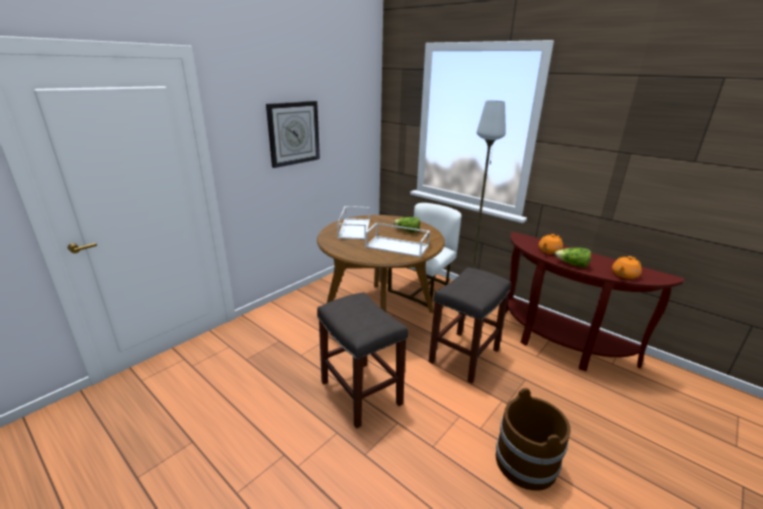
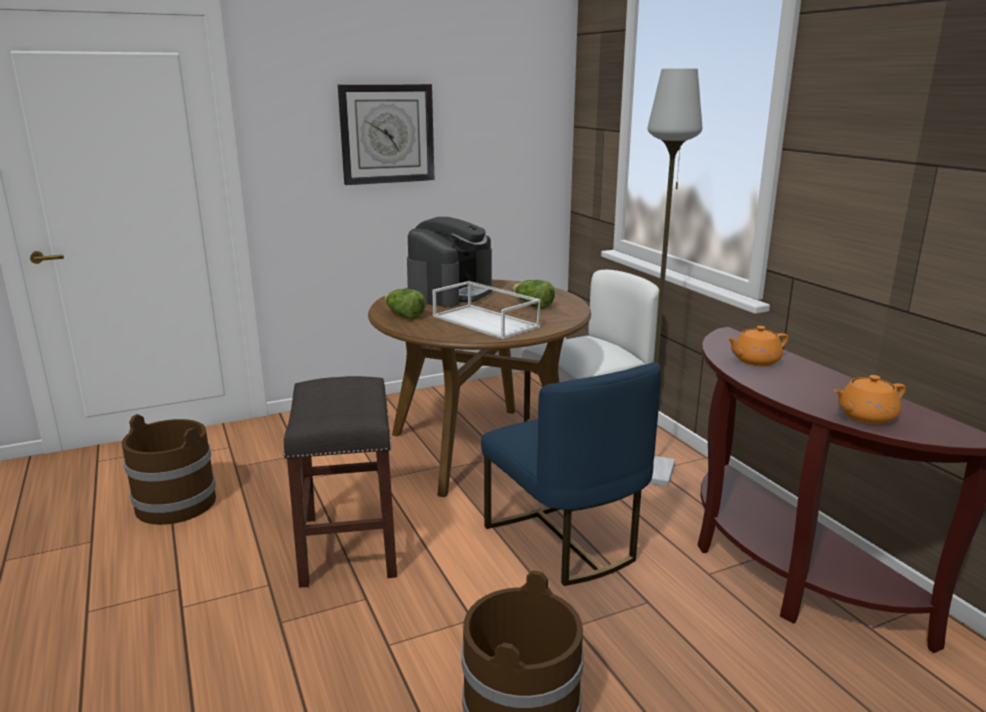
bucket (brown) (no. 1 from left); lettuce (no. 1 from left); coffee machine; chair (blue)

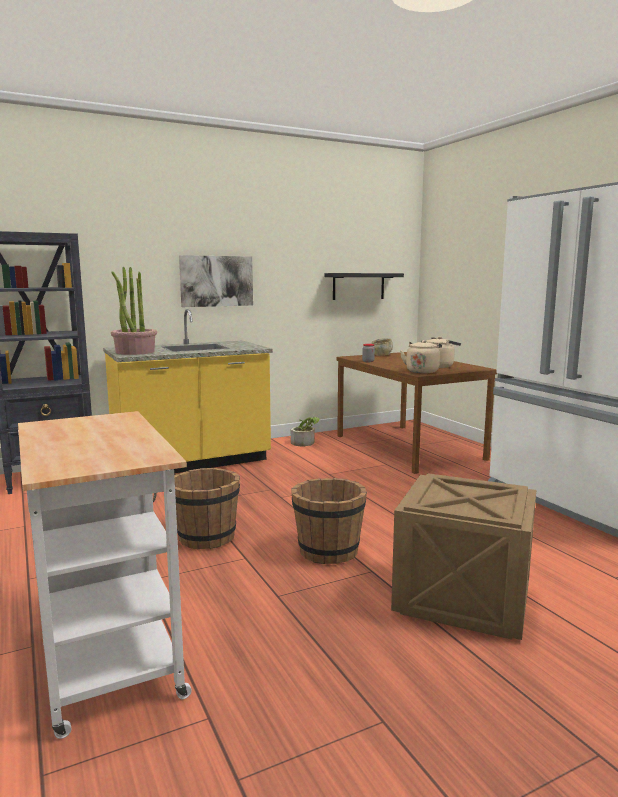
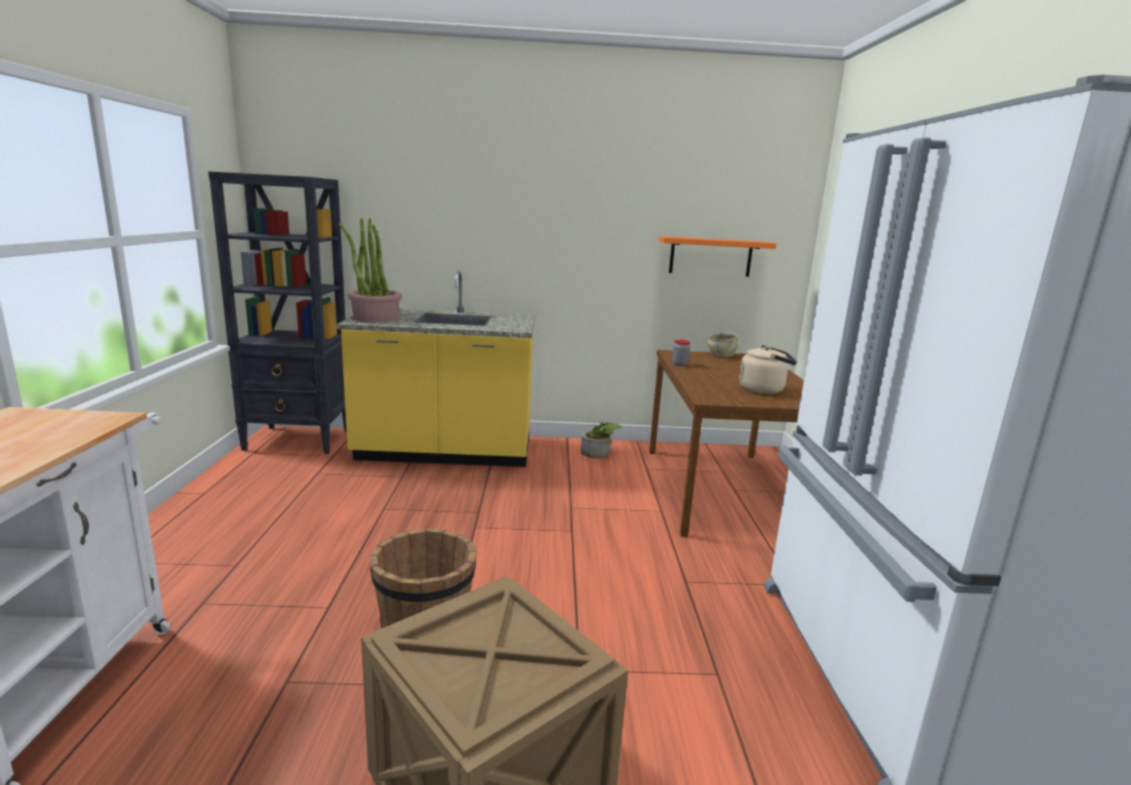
shelf (orange); bucket (brown) (no. 1 from left in the first image); picture; kettle (beige) (no. 1 from left in the first image)

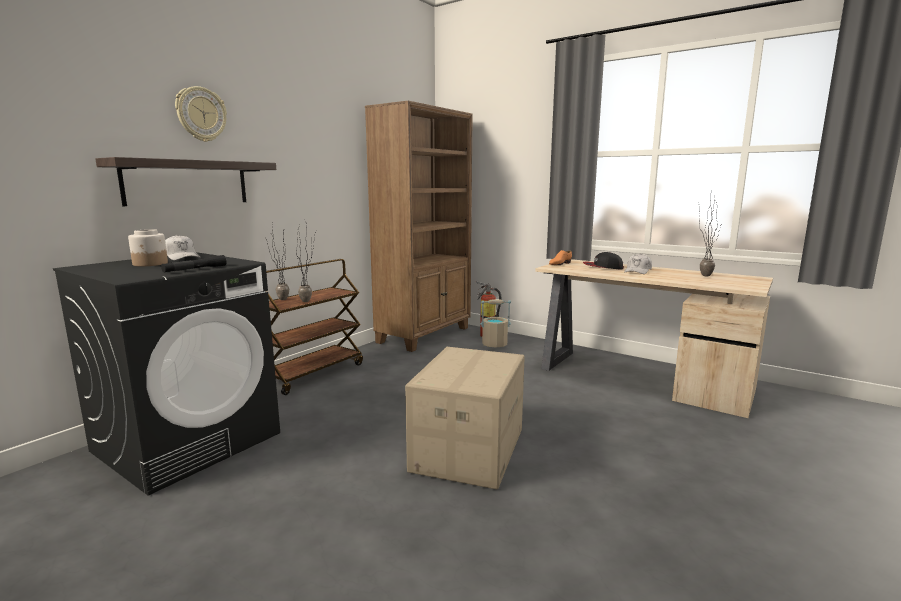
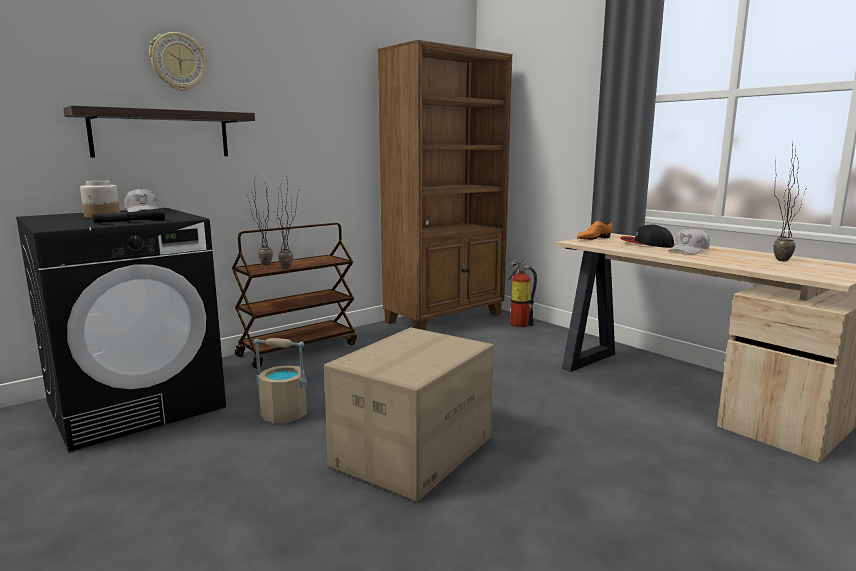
bucket (beige)

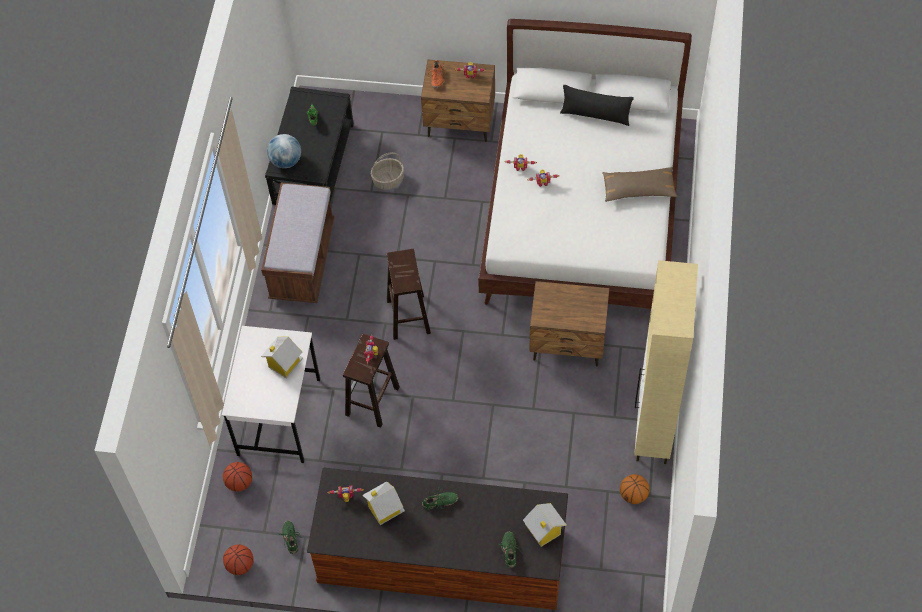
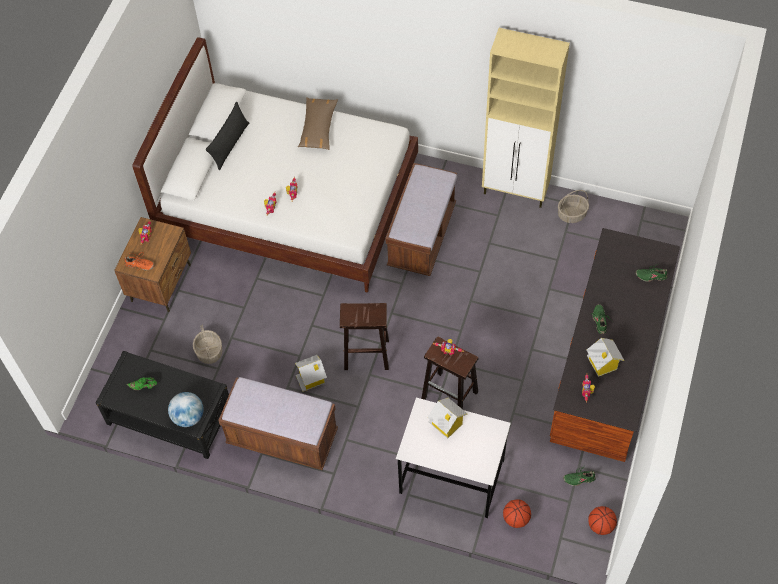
toy house (no. 1 from left); bench (brown) (no. 2 from left); basket (no. 2 from left)

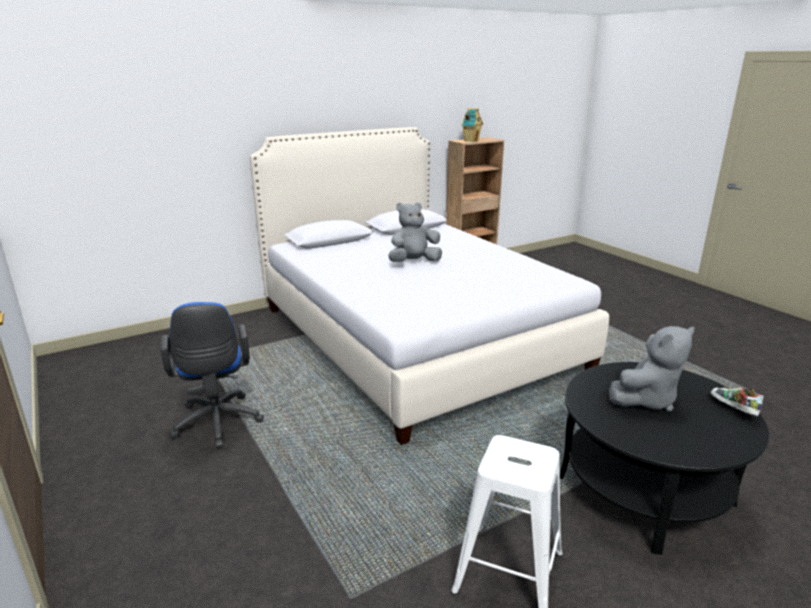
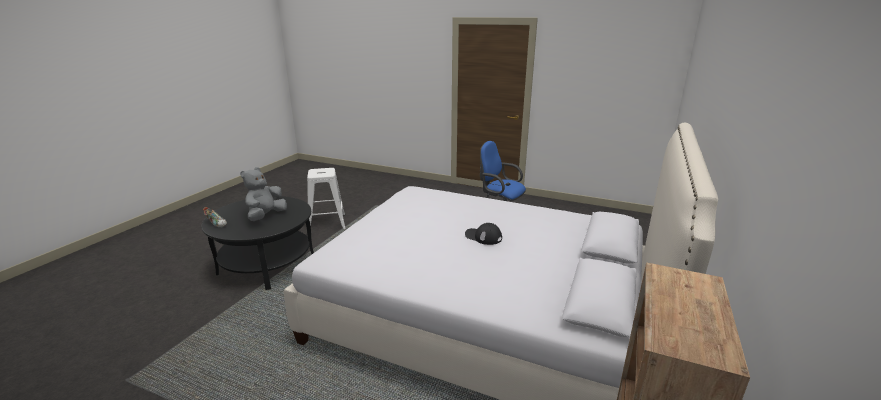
cap (black); toy house

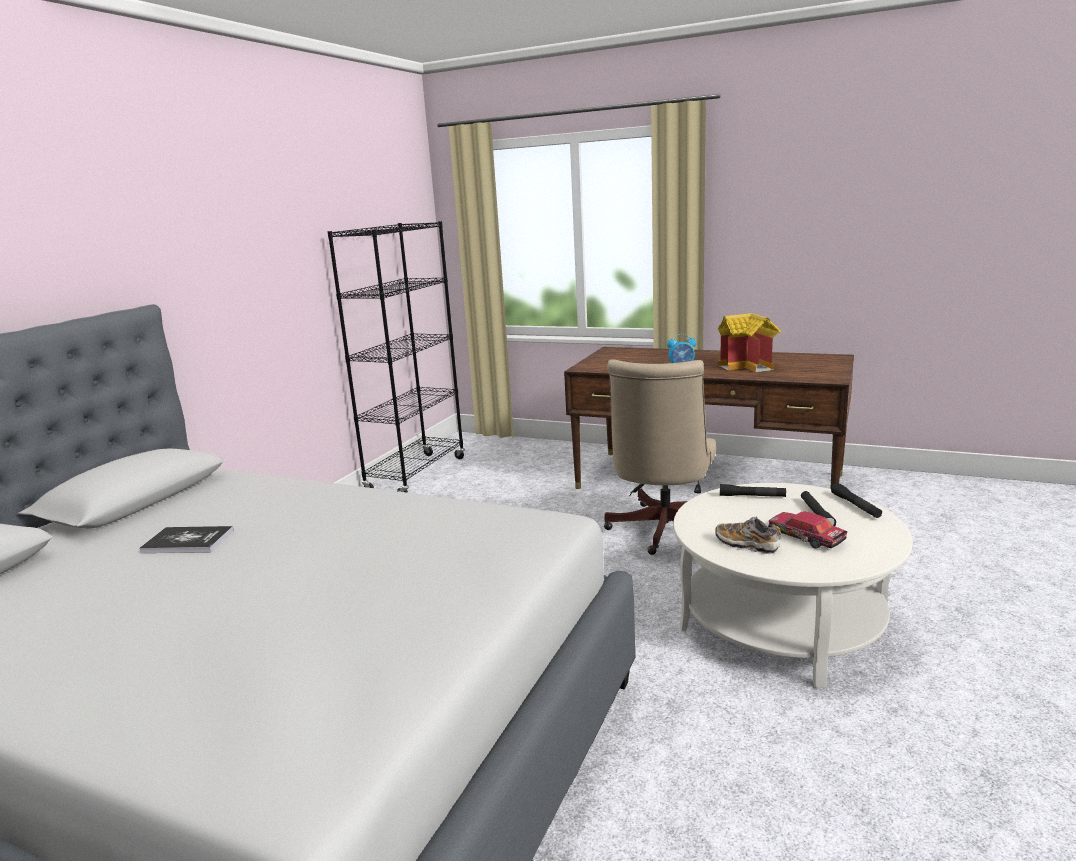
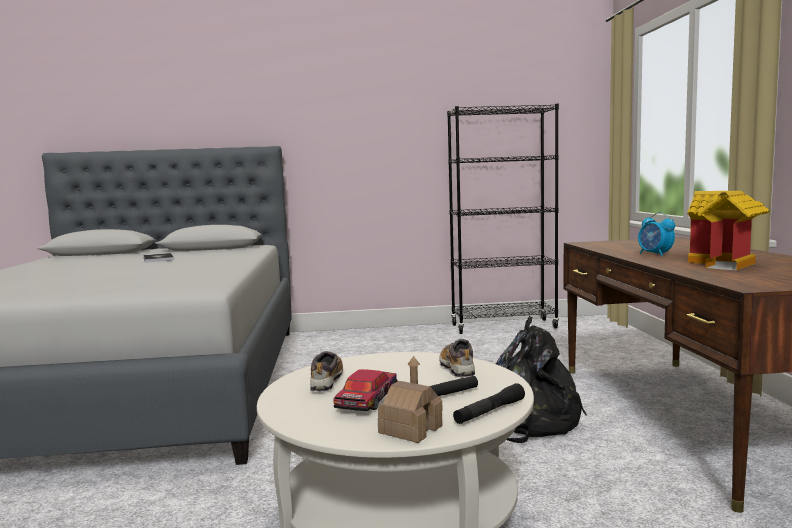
toy house (no. 1 from left); shoe (no. 2 from left); backpack (black)

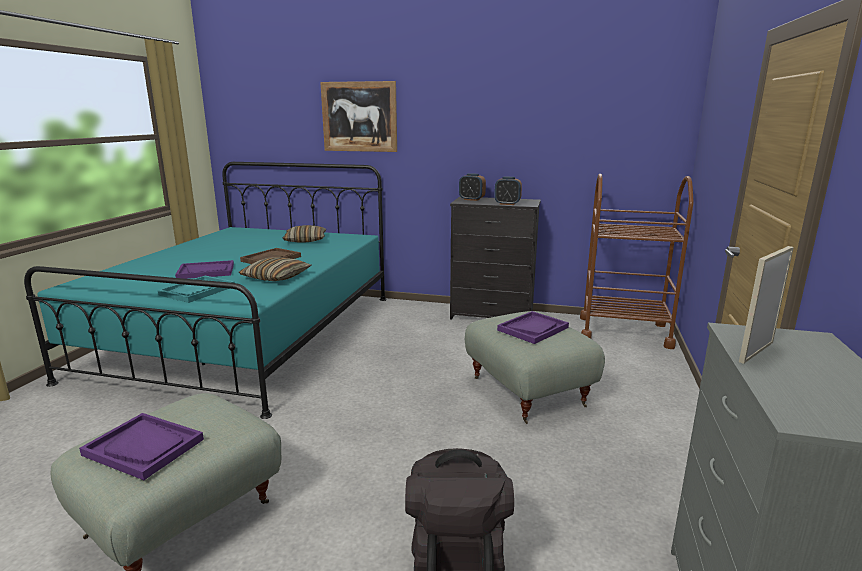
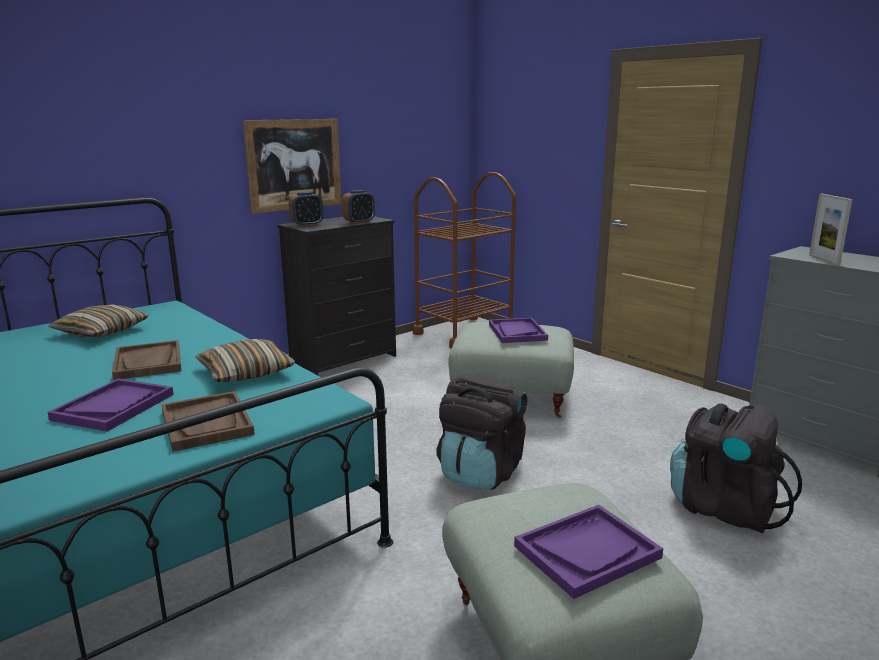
tray (brown) (no. 2 from left); picture; backpack (black) (no. 1 from left)

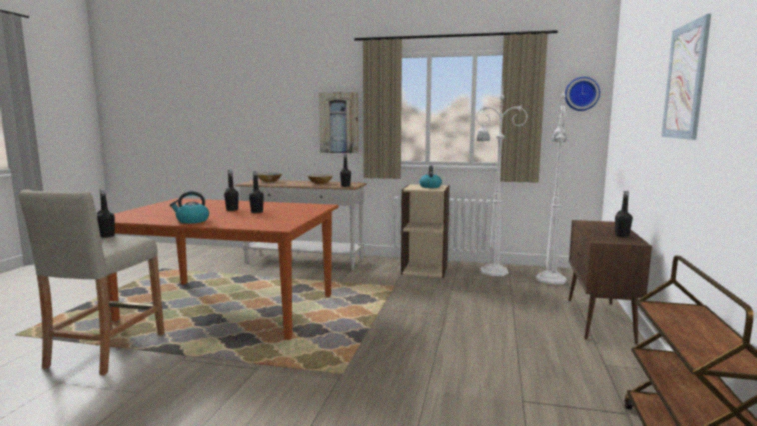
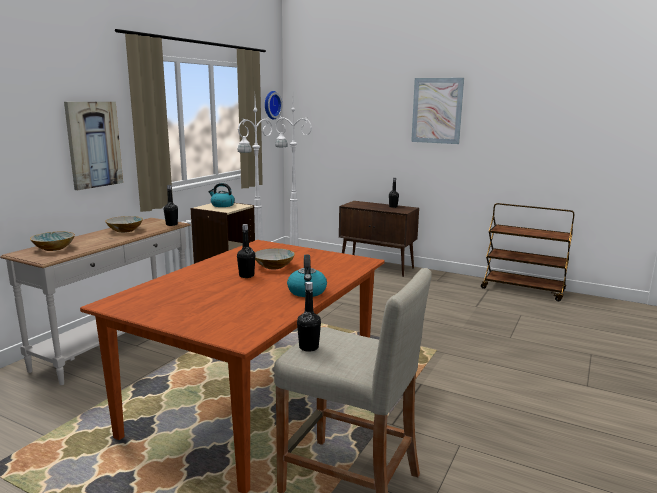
bowl (no. 3 from left)

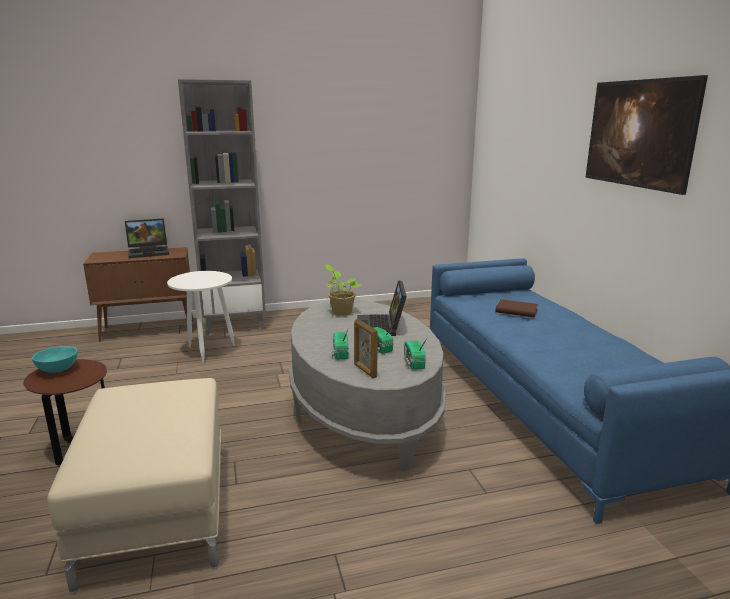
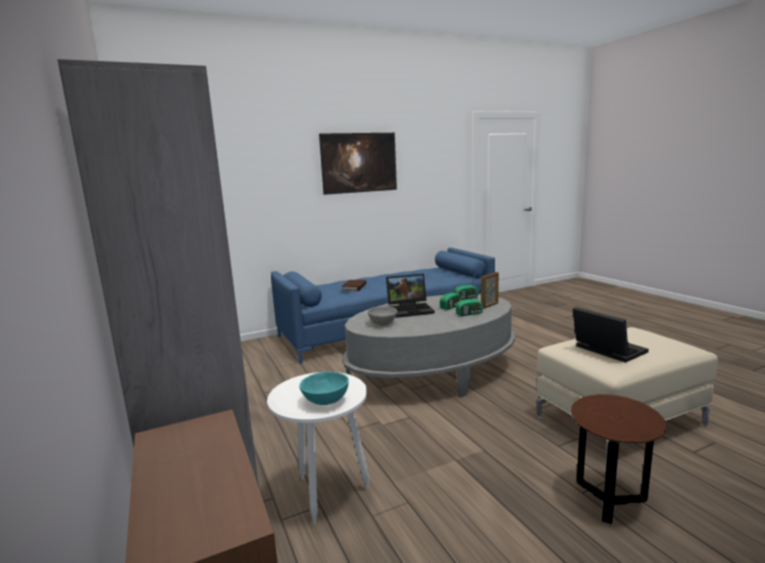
bowl (turquoise); bowl (grey); laptop (no. 2 from left)

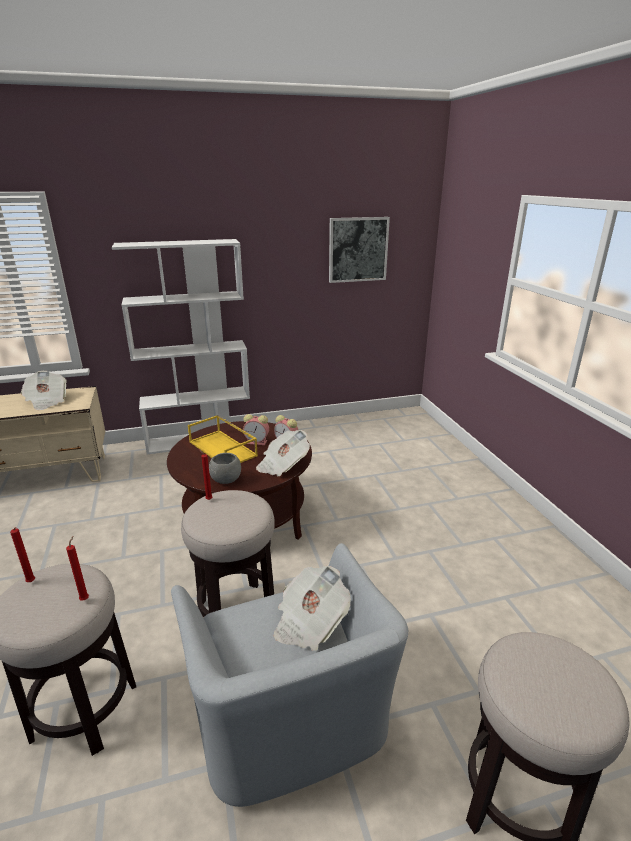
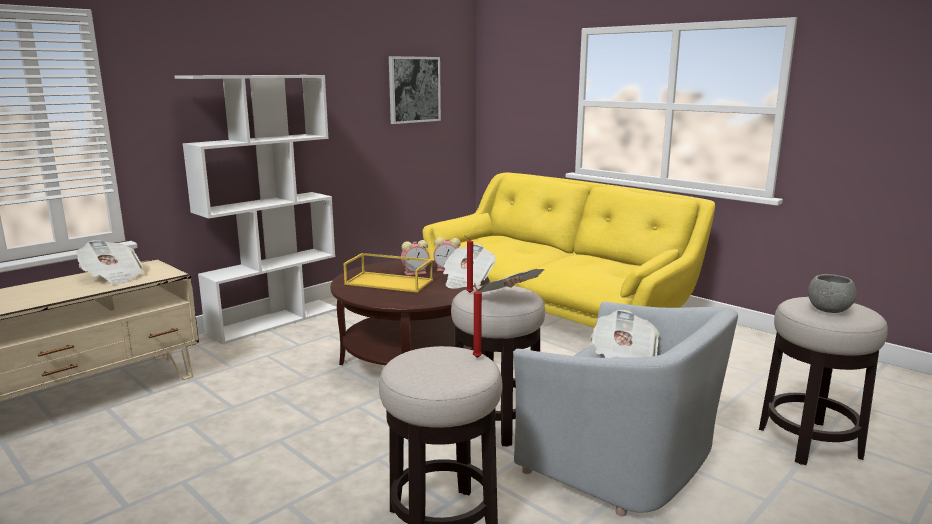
sofa (yellow); newspaper (no. 3 from left); bowl (grey); candle (red) (no. 1 from left in the first image)

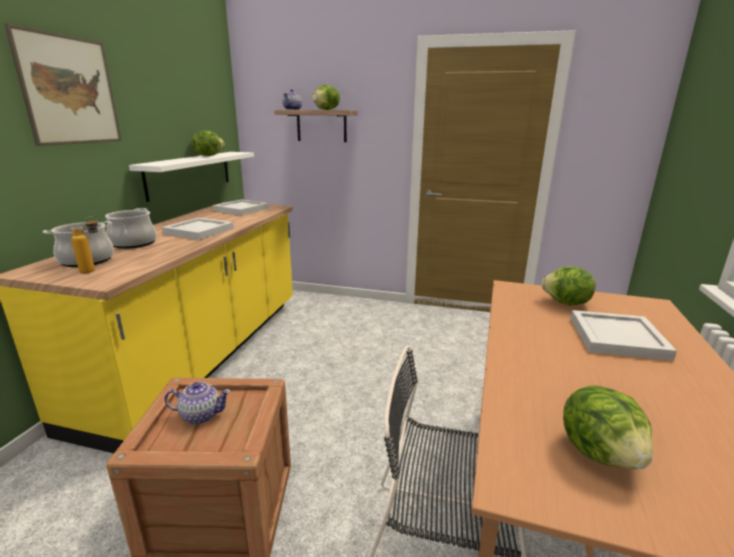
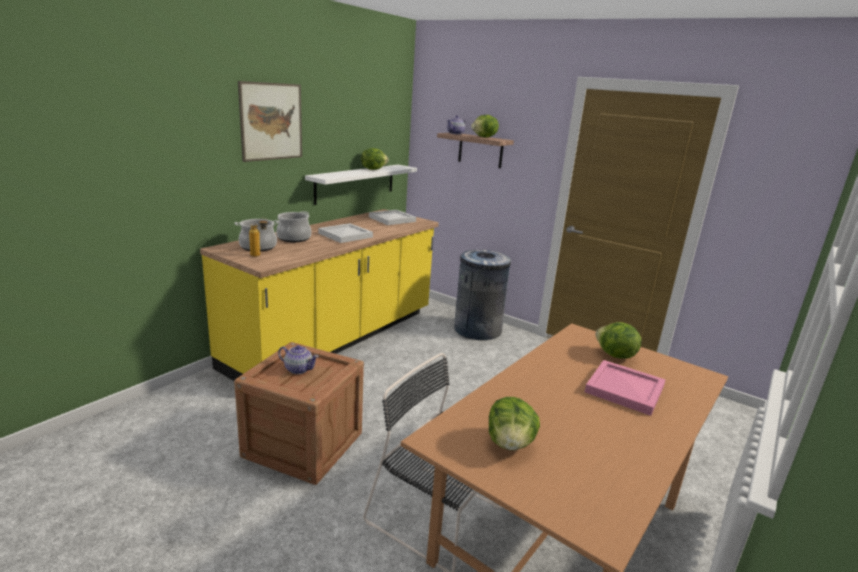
trash can (grey); tray (pink)

